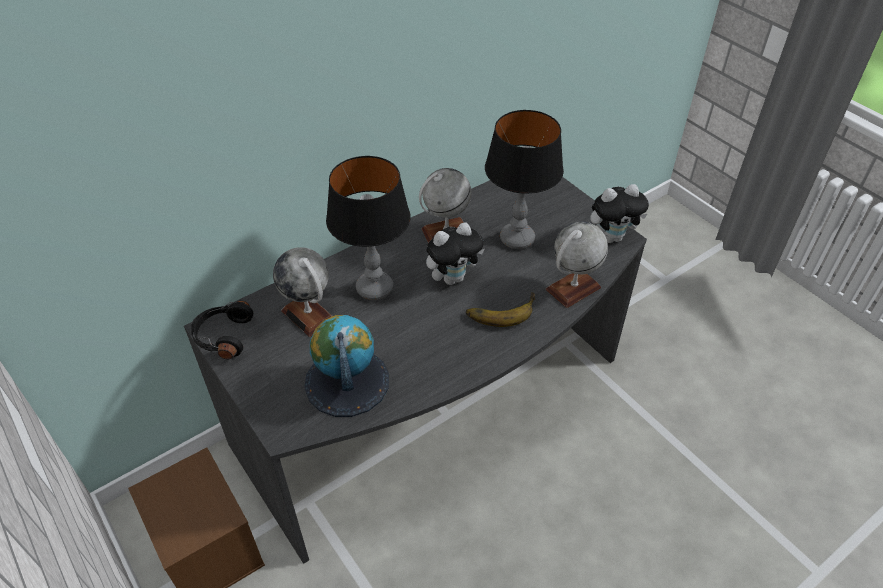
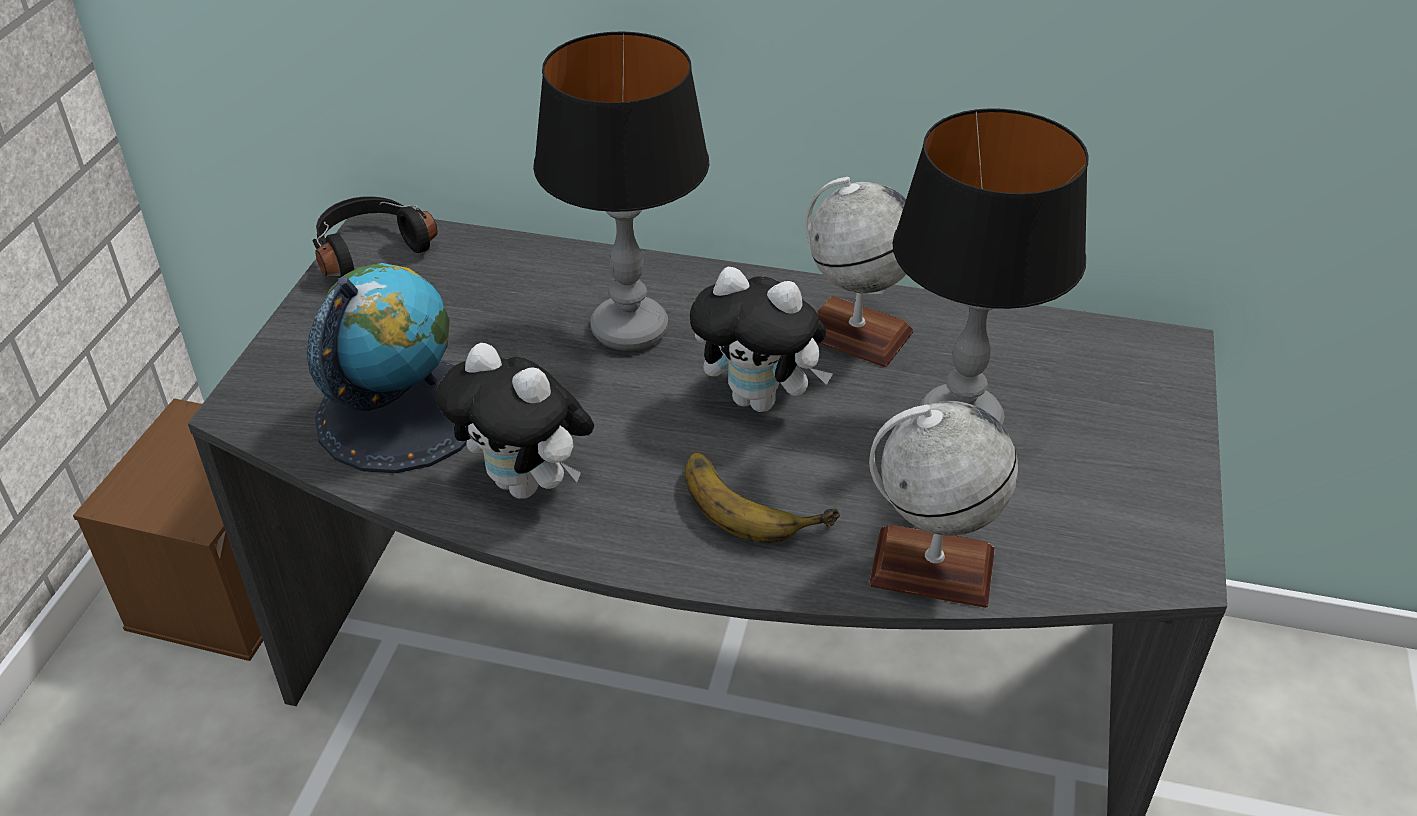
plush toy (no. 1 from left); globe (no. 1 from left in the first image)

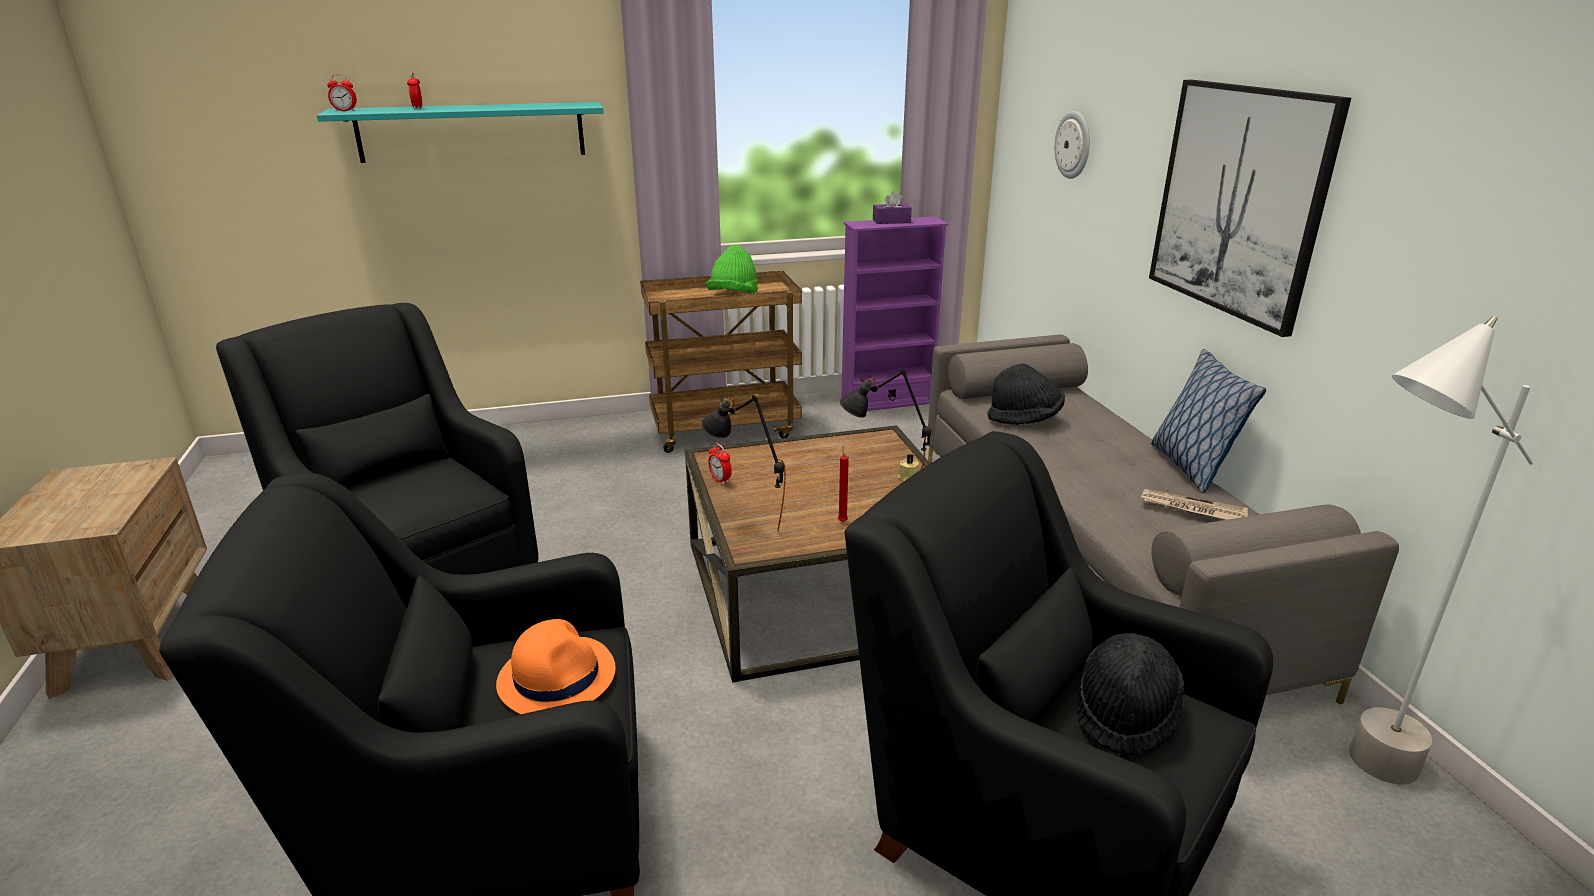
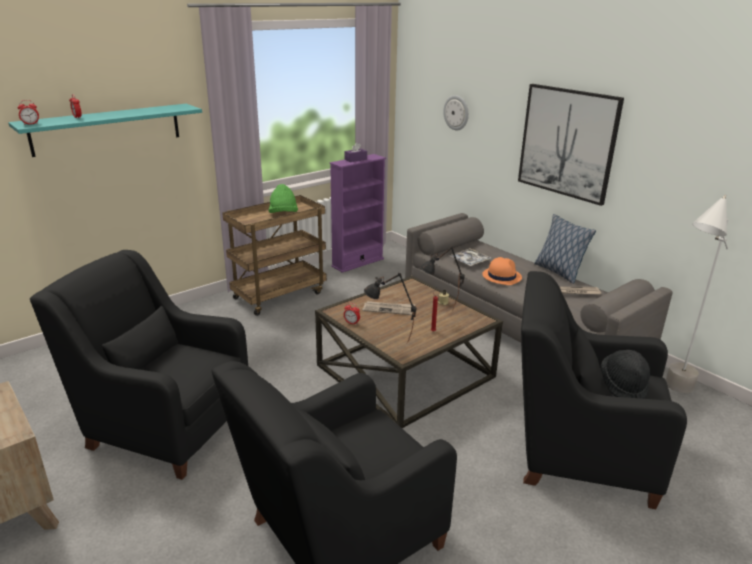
newspaper (no. 1 from left); tray; hat (orange)

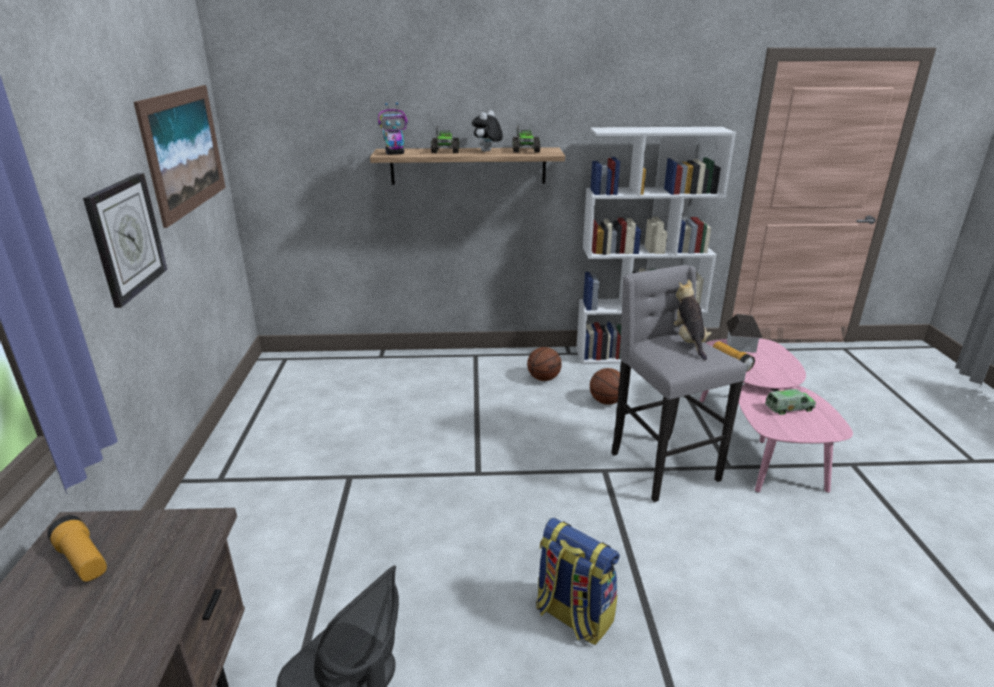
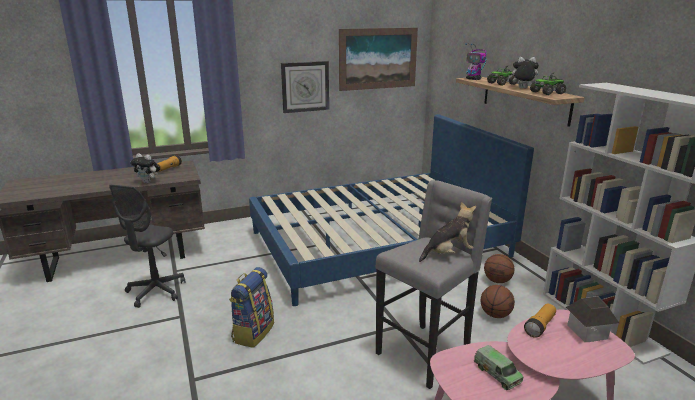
plush toy (no. 1 from left); bed (blue)

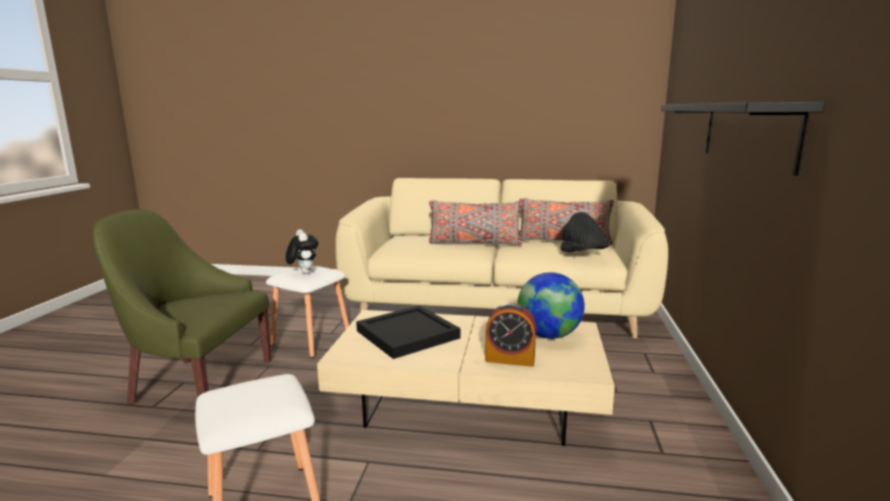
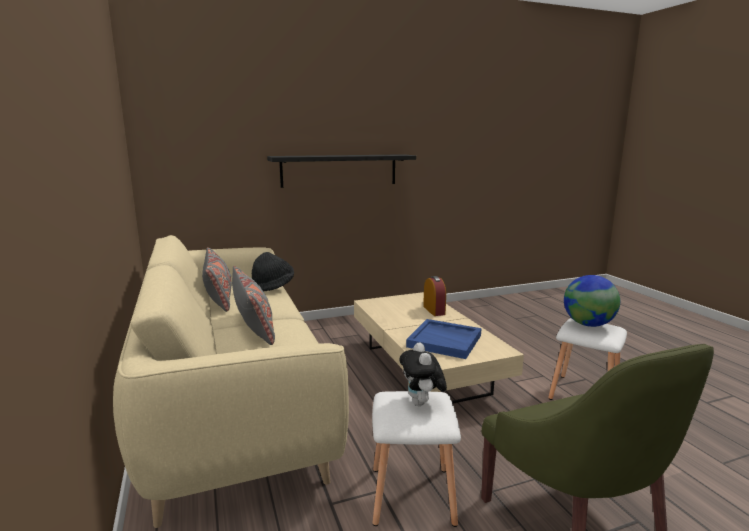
plush toy; tray (blue); globe

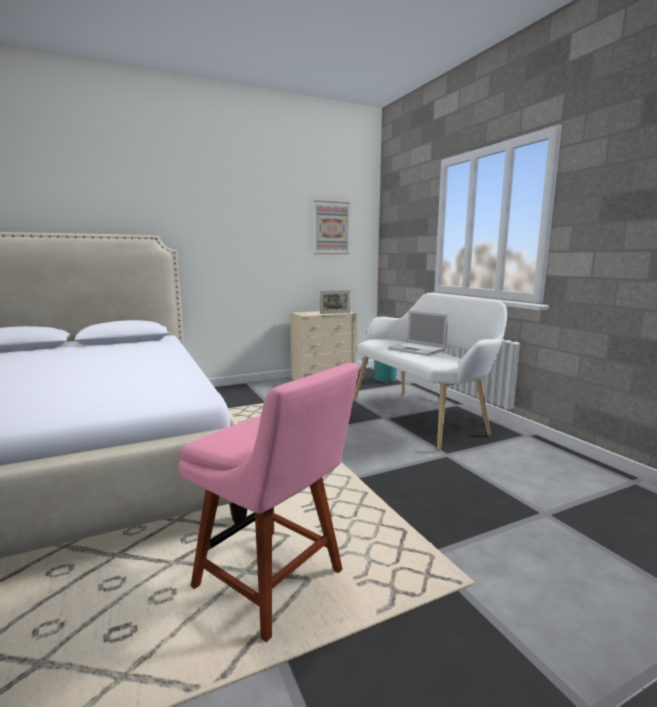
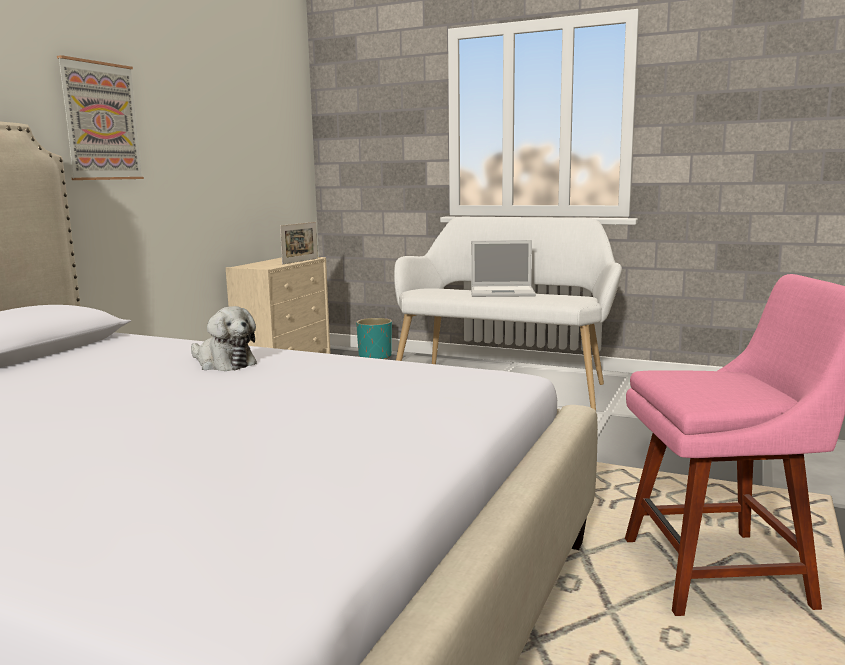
picture; plush toy

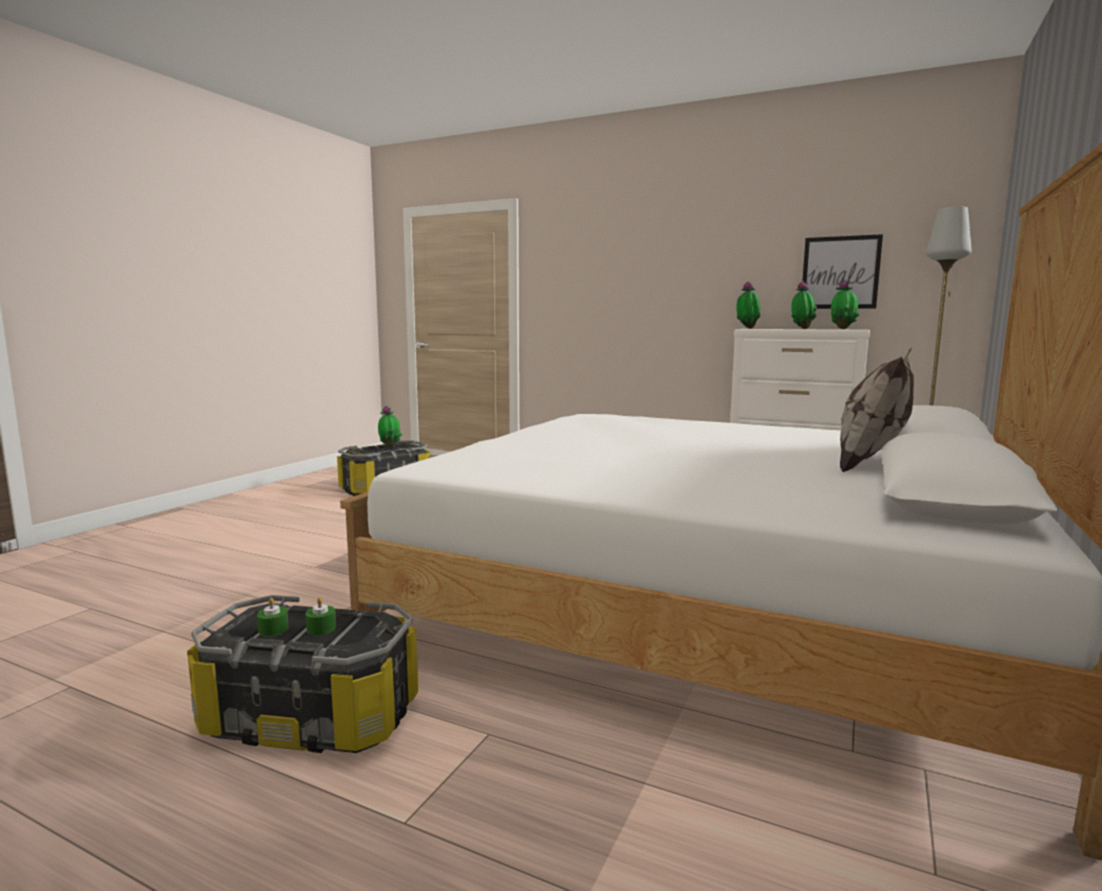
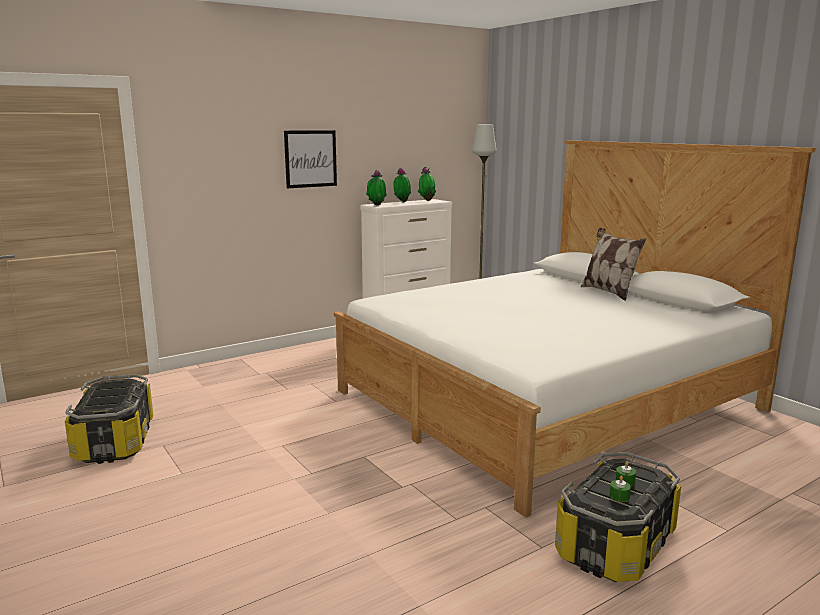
picture; potted plant (no. 1 from left in the first image)

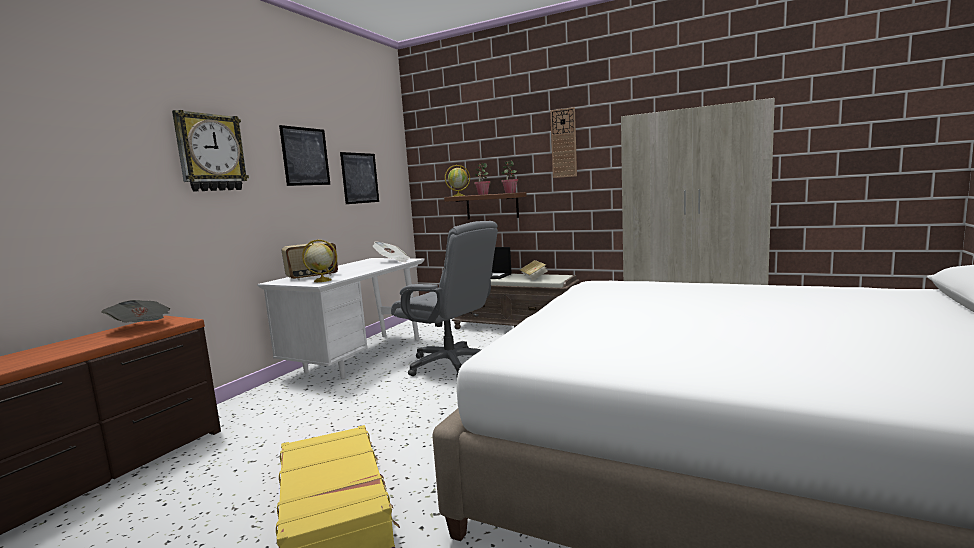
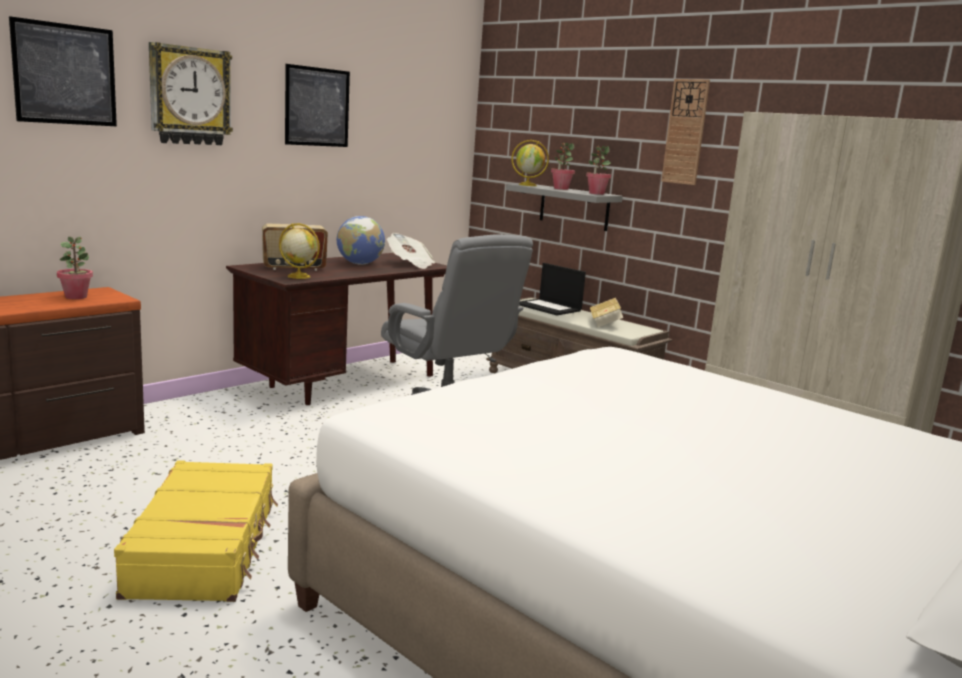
picture (no. 1 from left); potted plant (no. 1 from left); desk (brown); globe (no. 2 from left); shelf (grey)

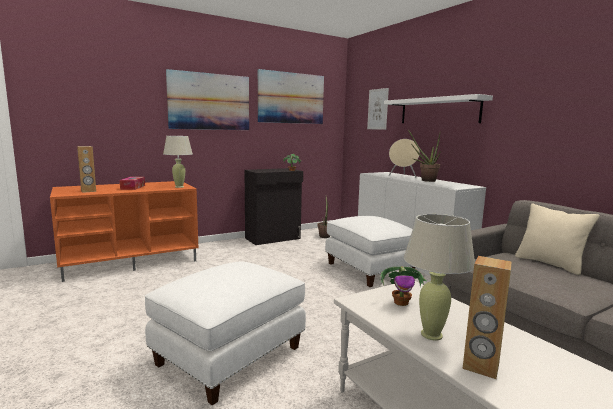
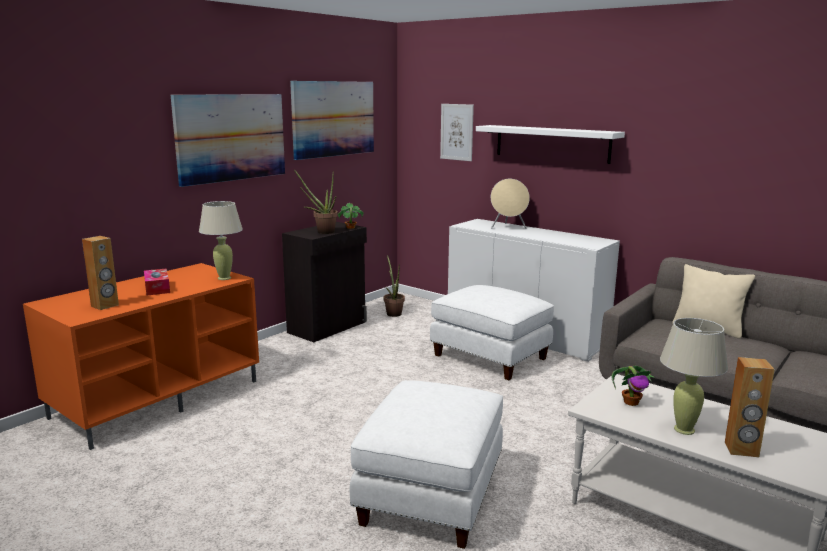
potted plant (no. 1 from left)

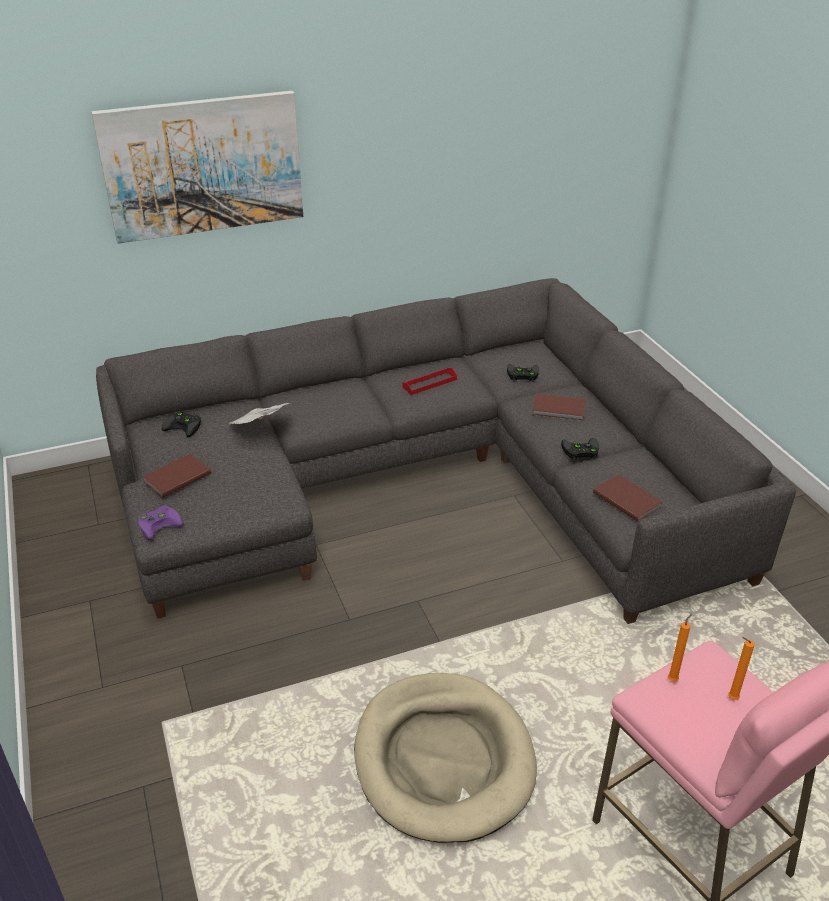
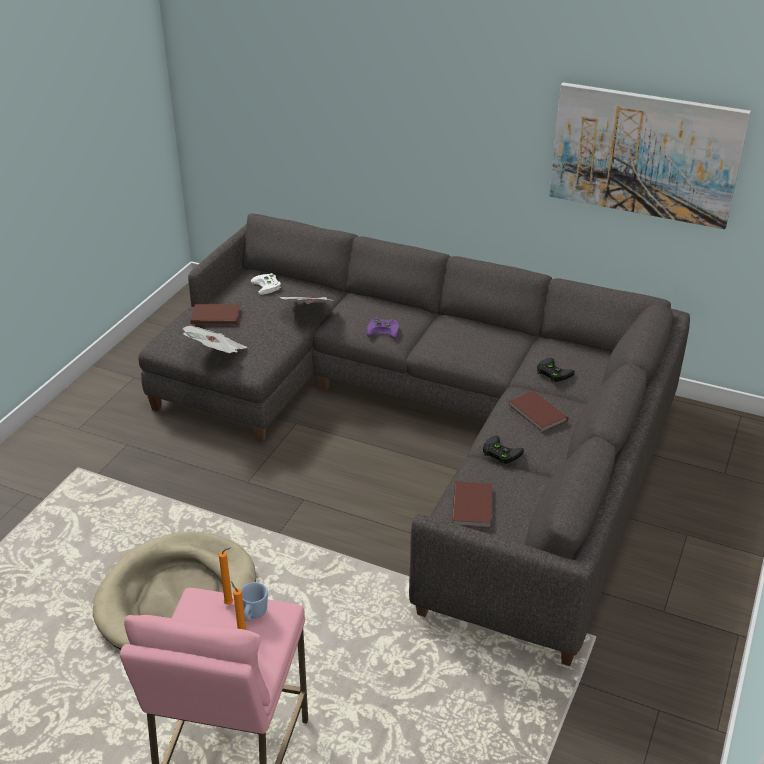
newspaper (no. 1 from left); mug (blue); game controller (white); game controller (purple); picture; tray (red)

